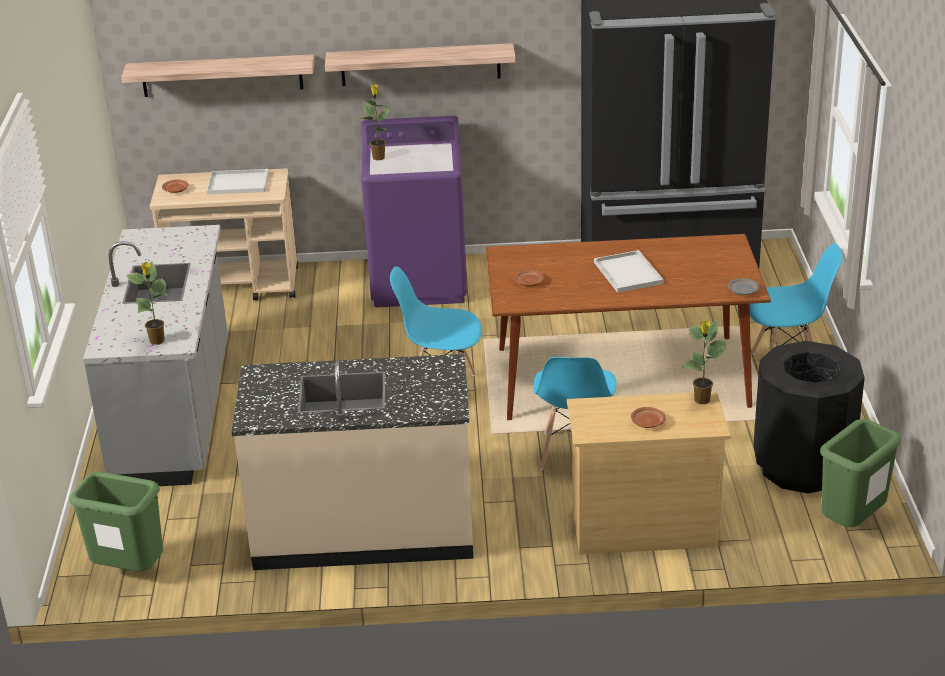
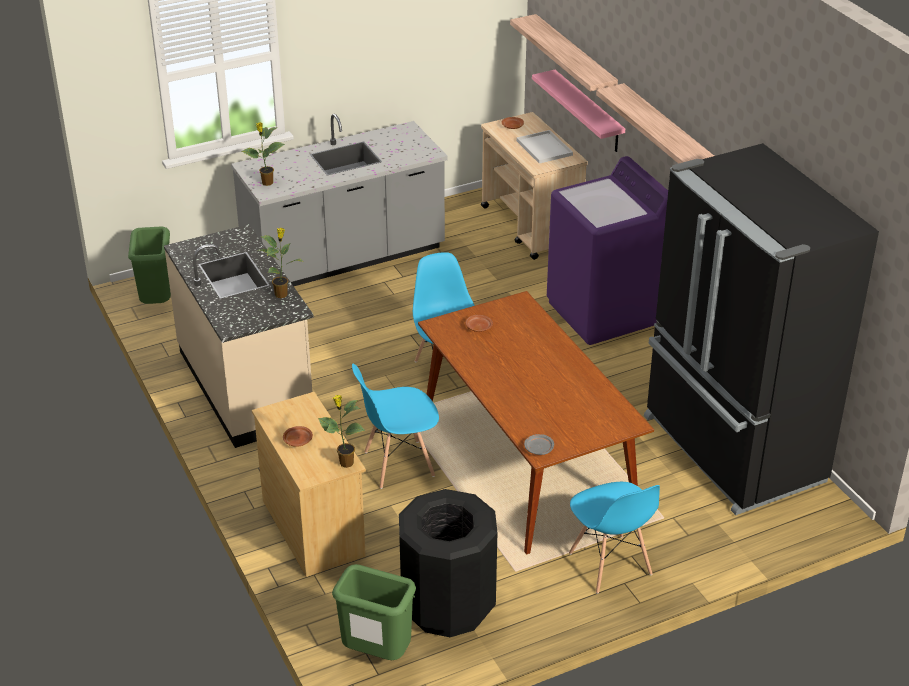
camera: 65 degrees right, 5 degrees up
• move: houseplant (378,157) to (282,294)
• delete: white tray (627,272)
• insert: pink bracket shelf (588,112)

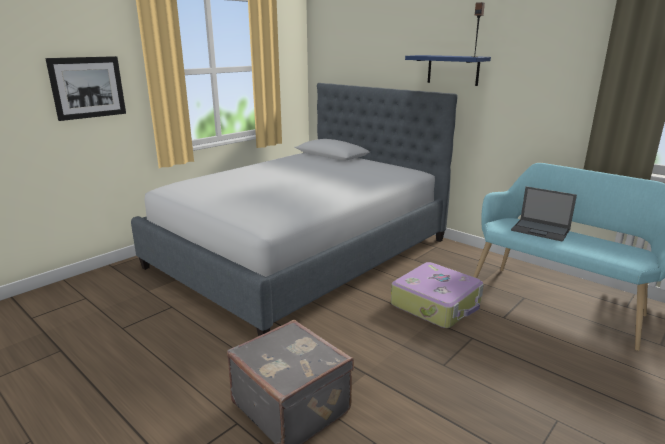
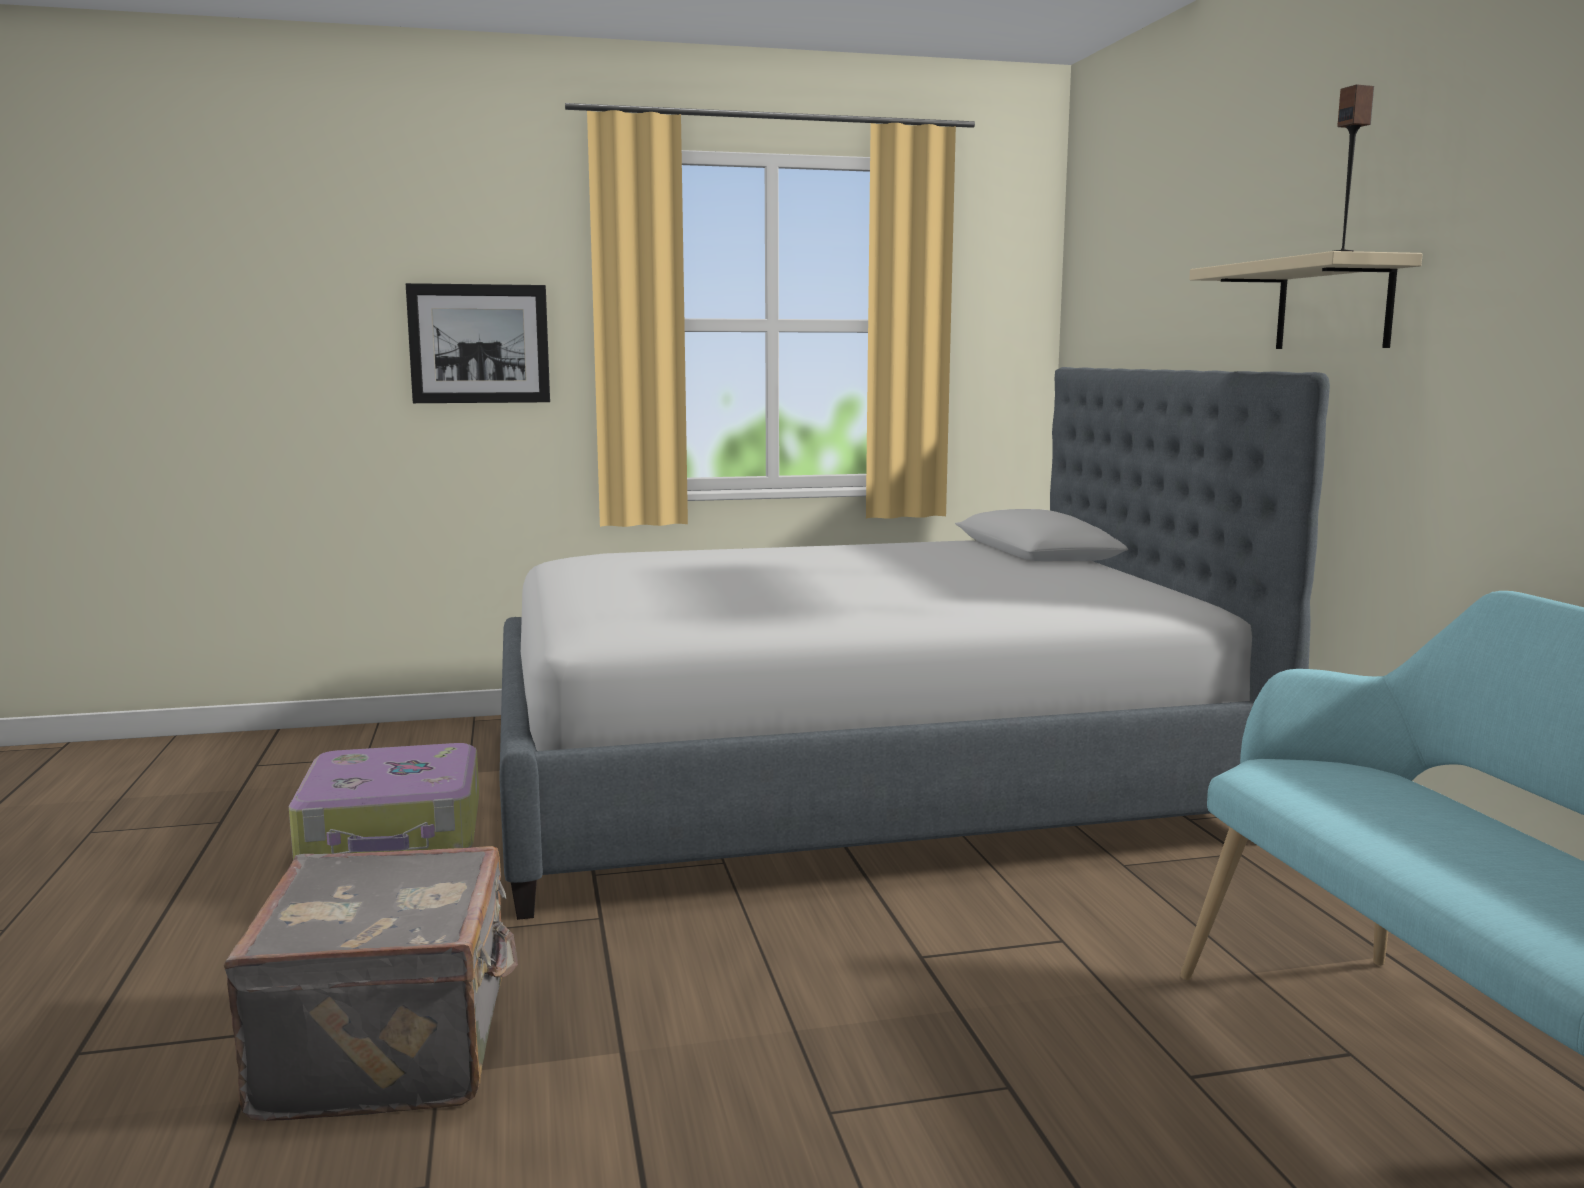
camera: 35 degrees right, 10 degrees down
• recolor: blue bracket shelf (453,70) to beige-coloured bracket shelf (1333,305)
• delete: notebook computer (541,230)
• move: travel case (436,304) to (394,831)

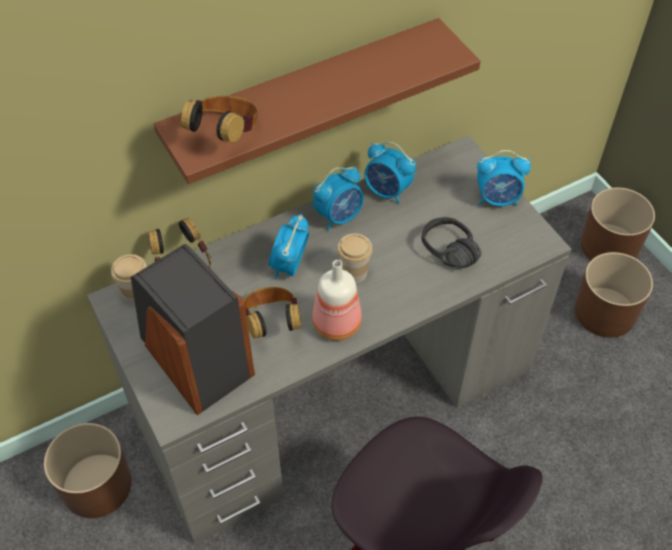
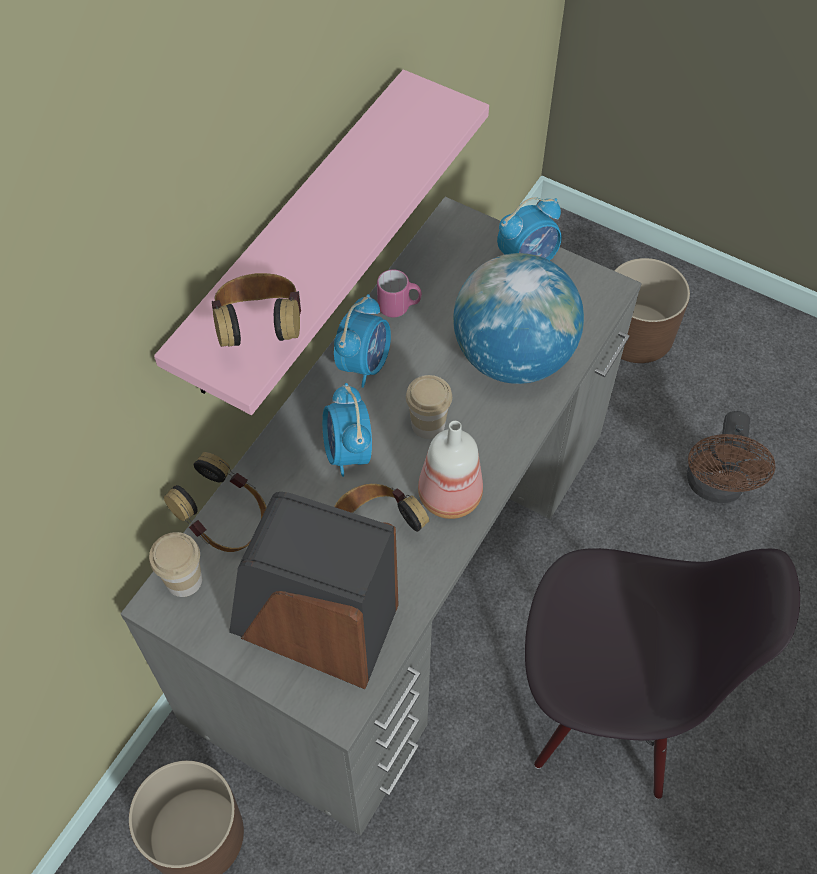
camera: 30 degrees left, 5 degrees up
• recolor: brown-coloured bracket shelf (304,99) to pink bracket shelf (293,239)
• replace: table clock (387,191) to pink mug (399,307)
• delete: brown-coloured planter (609,246)
• replace: black pair of headphones (443,256) to globe (513,356)
• insert: brown-coloured electric fan (715,487)

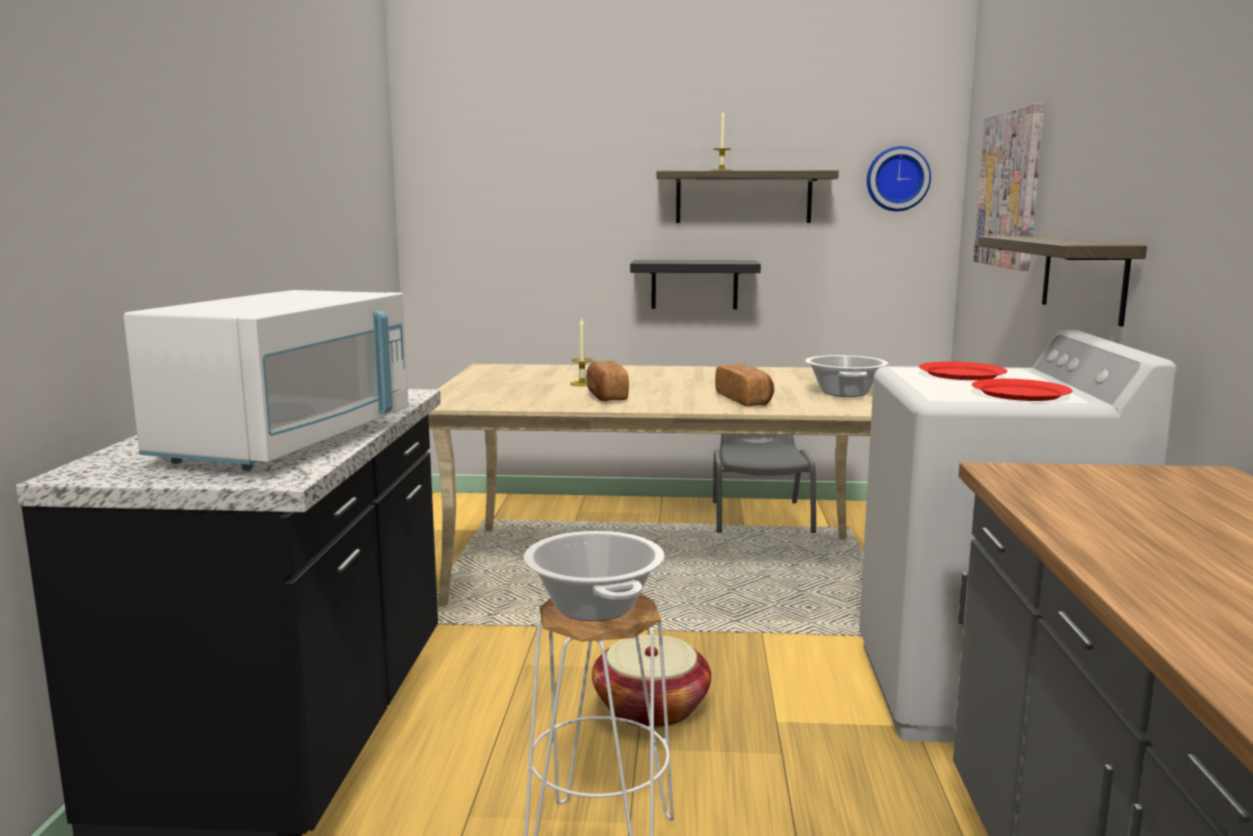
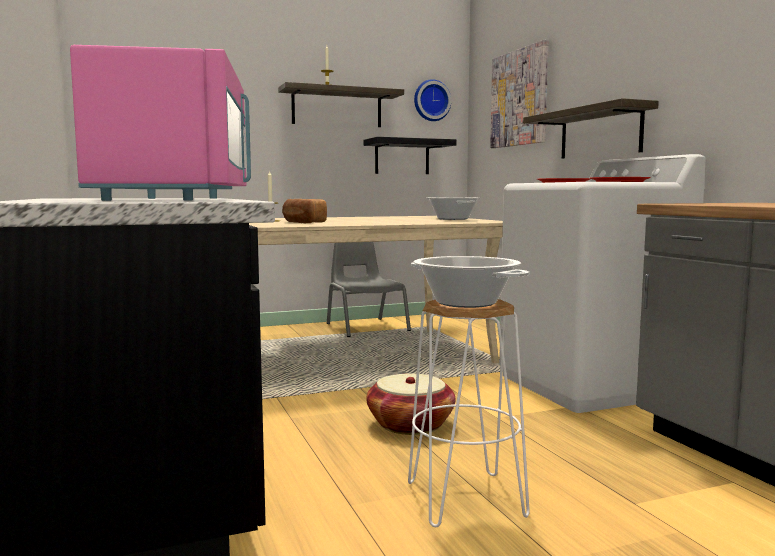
camera: 25 degrees left, 5 degrees down
• move: black bracket shelf (694,284) to (402,157)
• recolor: white microwave (290,442) to pink microwave (179,199)
• delete: bakery bread (745,400)

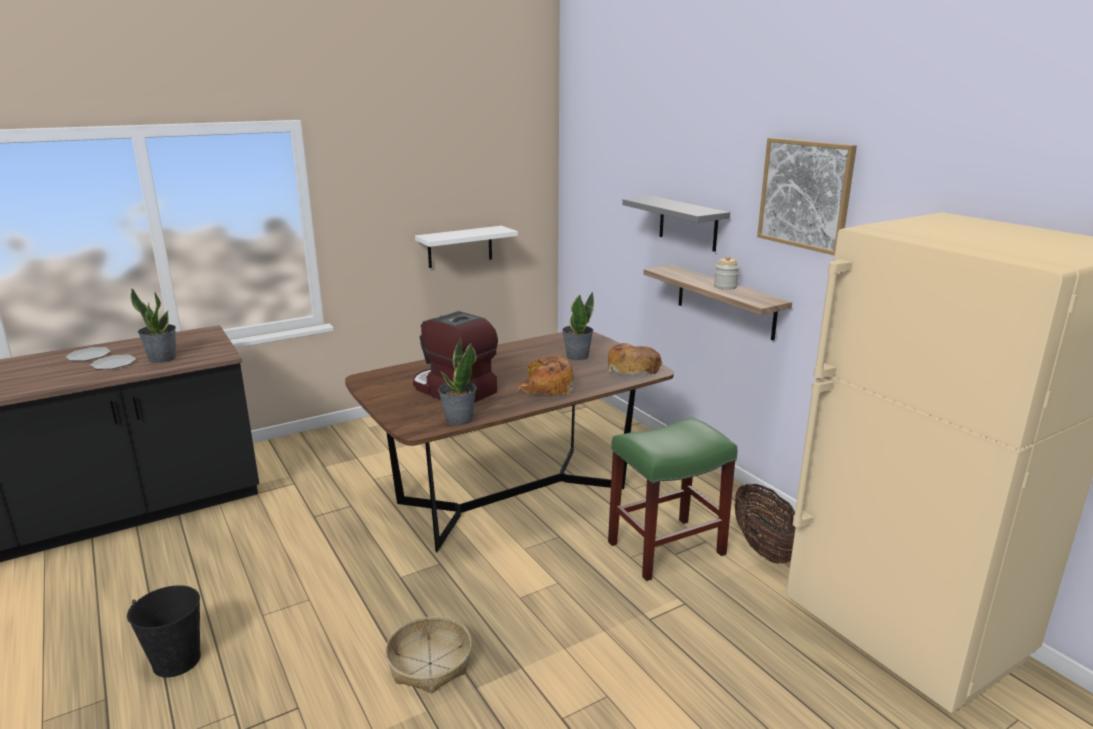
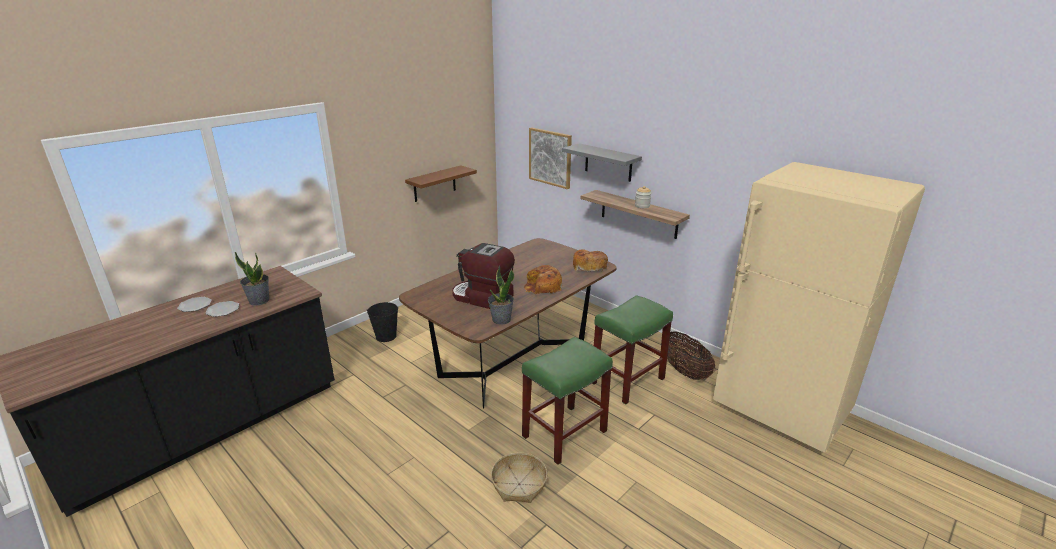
camera: 15 degrees left, 5 degrees up
• move: picture (805,194) to (550,157)
• recolor: white bracket shelf (460,246) to brown-coloured bracket shelf (434,184)
• delete: houseplant (577,356)
• move: black bucket (176,660) to (386,336)
• insert: green sitting stool (564,434)

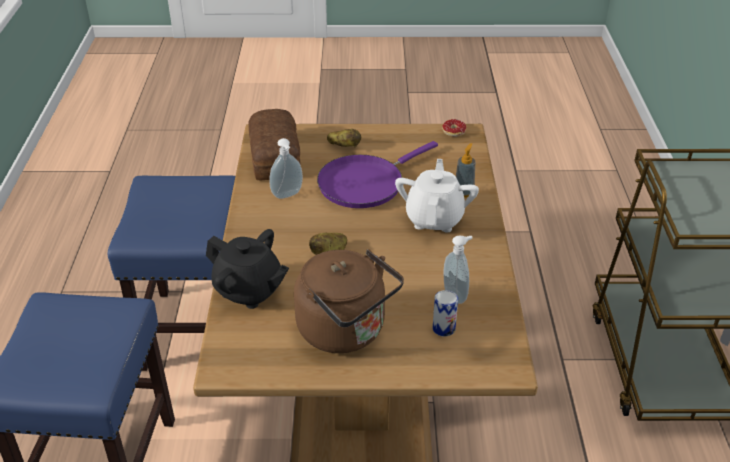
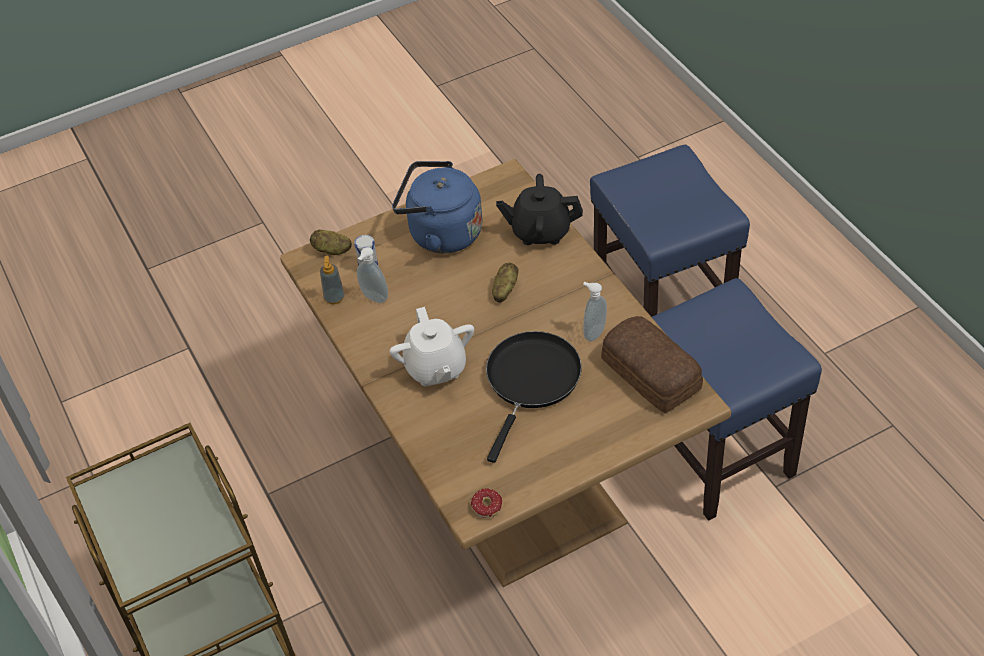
camera: 155 degrees right, 10 degrees up
• move: spud (344,146) to (332,250)
• recolor: purplish skillet (365,183) to black skillet (531,381)
• move: soap dispenser (463,192) to (334,298)
• recolor: brown-coloured water kettle (346,331) to blue water kettle (440,233)

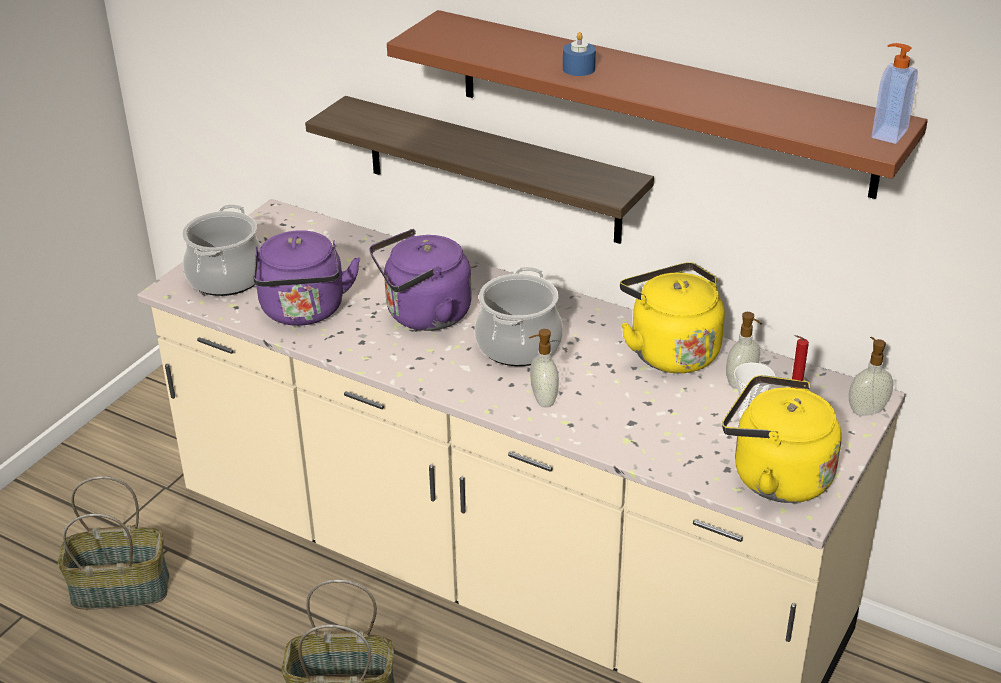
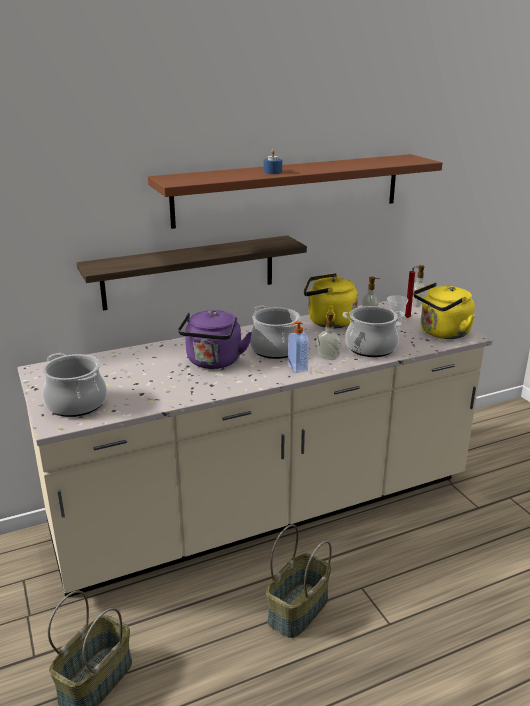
camera: 55 degrees left, 10 degrees down
• move: soap dispenser (888,134) to (297,368)
• delete: purplish water kettle (304,312)
• insert: stockpot (371,348)

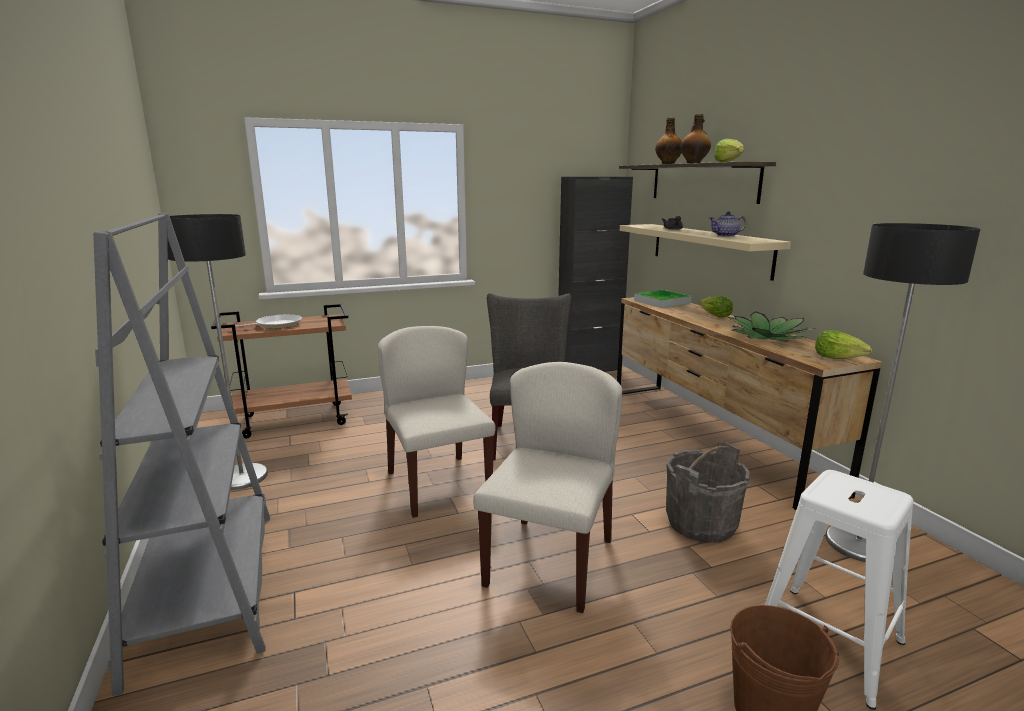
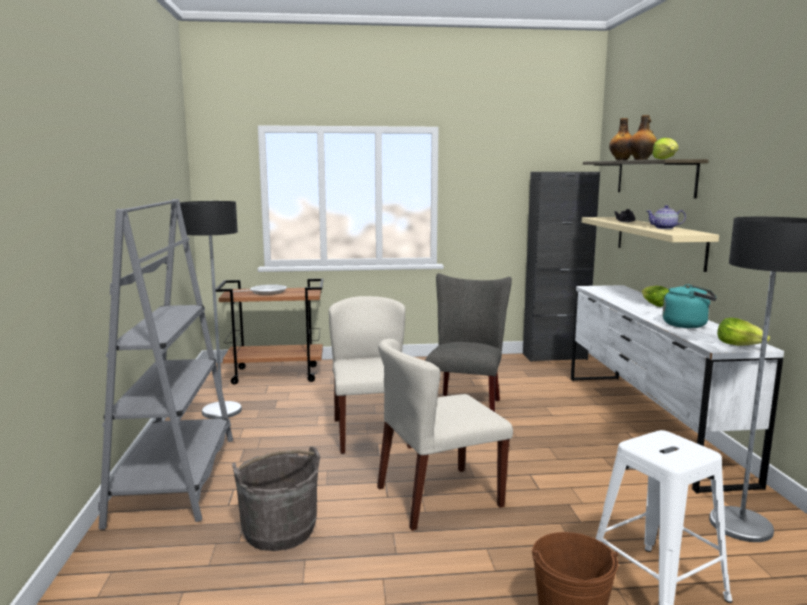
camera: 15 degrees right, 5 degrees down
• delete: tray (662,302)
• recolor: brown-coloured dresser (711,435) to white dresser (647,423)
• replace: houseplant (768,337) to turquoise water kettle (687,325)
• rotate: beige-coloured plain chair (549,561) = (438,497) 150 degrees counterclockwise
• move: gray bucket (701,524) to (279,531)

